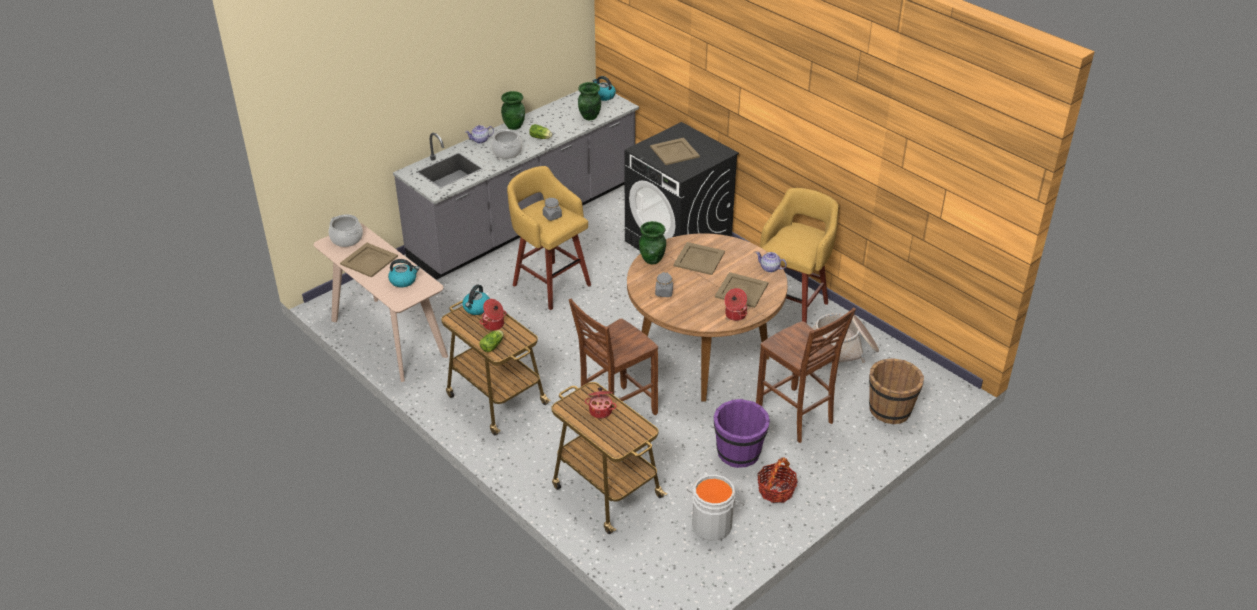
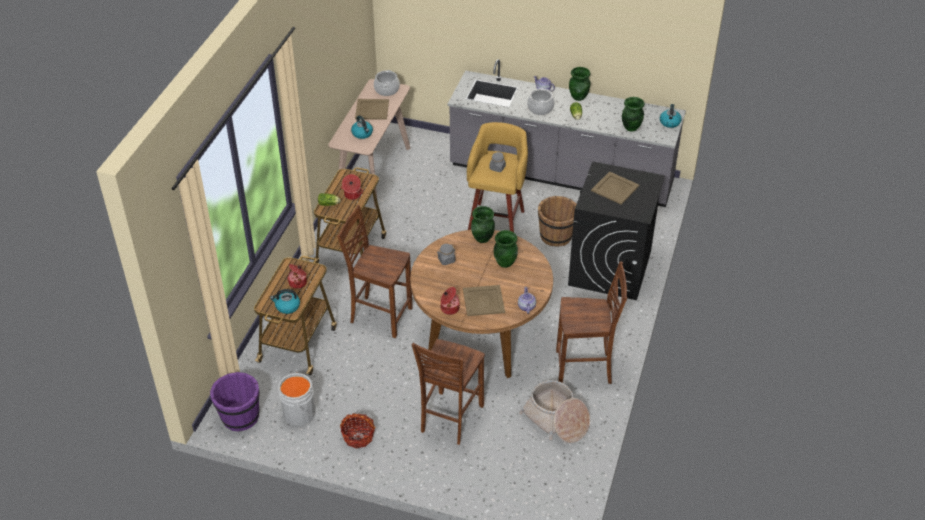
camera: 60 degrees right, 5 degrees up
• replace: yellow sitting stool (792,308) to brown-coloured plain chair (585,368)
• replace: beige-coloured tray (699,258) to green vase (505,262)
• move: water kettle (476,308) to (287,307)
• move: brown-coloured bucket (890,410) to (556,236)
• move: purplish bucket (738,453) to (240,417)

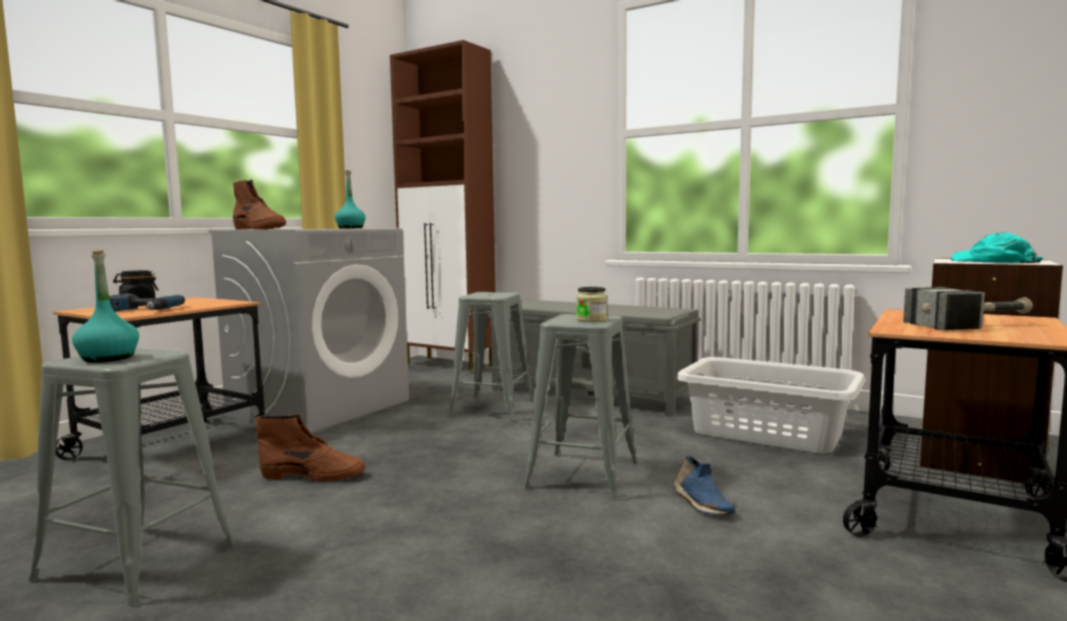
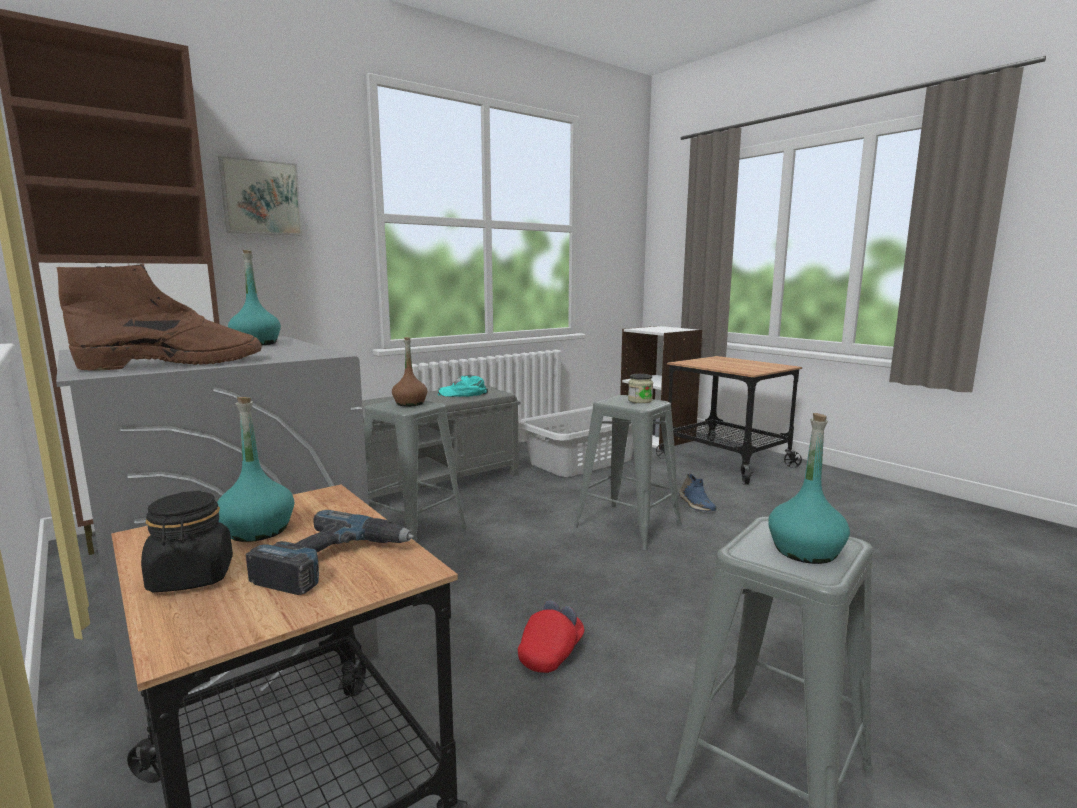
camera: 70 degrees left, 5 degrees up
• move: turquoise baseball cap (992,261) to (463,393)
• delete: tool hammer (973,325)
• replace: brown-coloured tall boot (314,475) to red-coloured baseball cap (551,652)
• rotate: blue shoe (701,504) = (695,505) 75 degrees clockwise
• insert: picture (261,198)
• insert: brown-coloured beverage bottle (410,403)
• insert: turquoise beverage bottle (258,530)

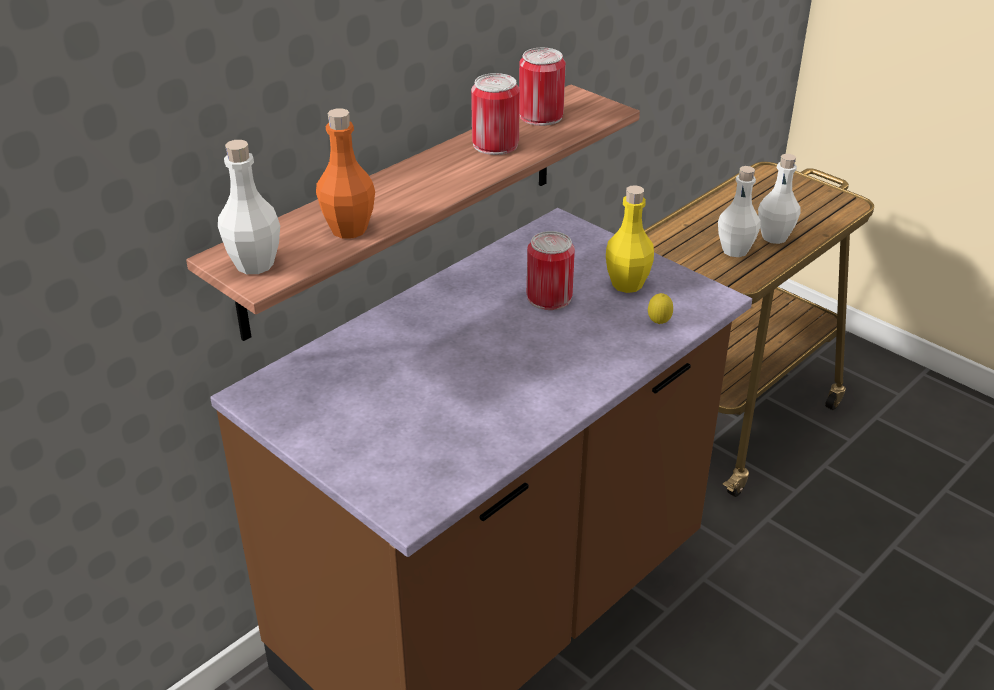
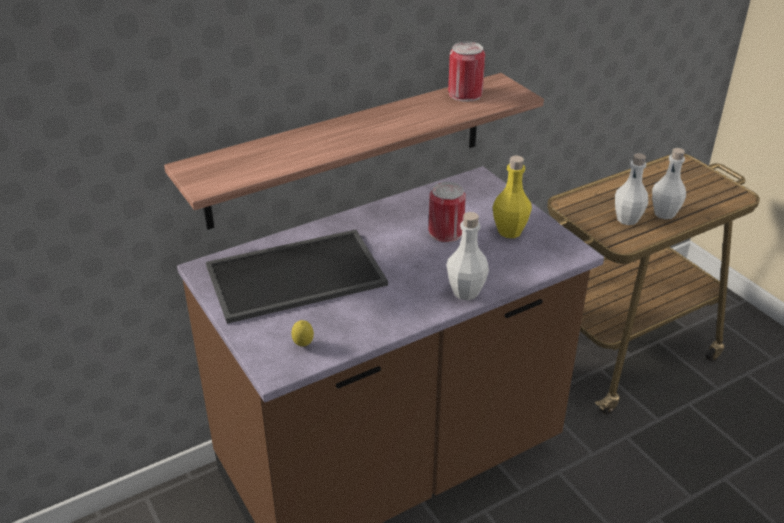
camera: 15 degrees right, 0 degrees up
• delete: metal can (495,144)
• delete: orange beverage bottle (349,229)
• move: white beverage bottle (254,264) to (465,292)
• move: lemon (658,323) to (303,345)
• insert: tray (296,273)

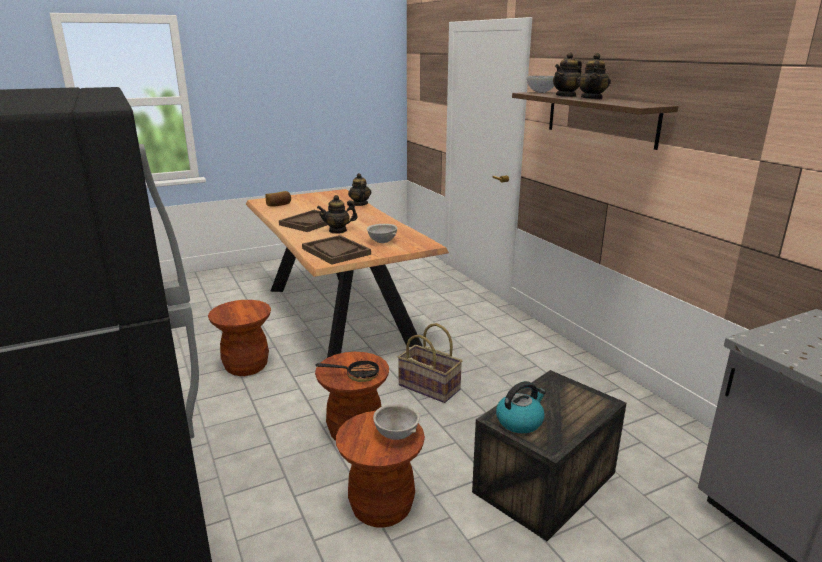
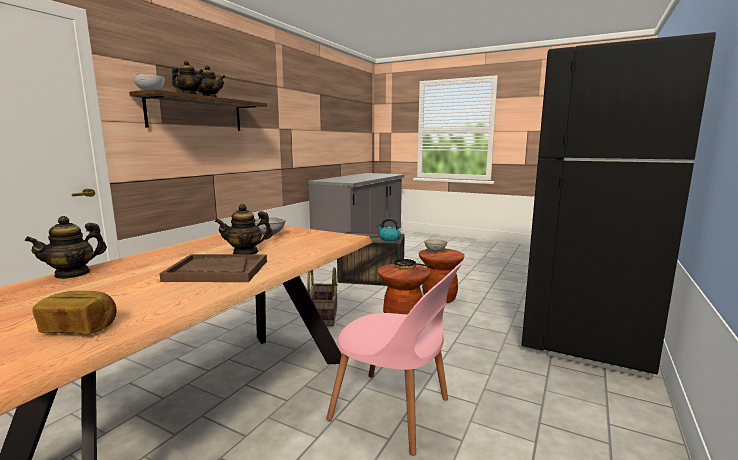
camera: 125 degrees left, 10 degrees down
• rotate: teapot (338,230) = (246,253) 120 degrees clockwise
• delete: brown-coloured tray (336,251)
• replace: brown-coloured sitting stool (246,366) to pink plain chair (394,411)

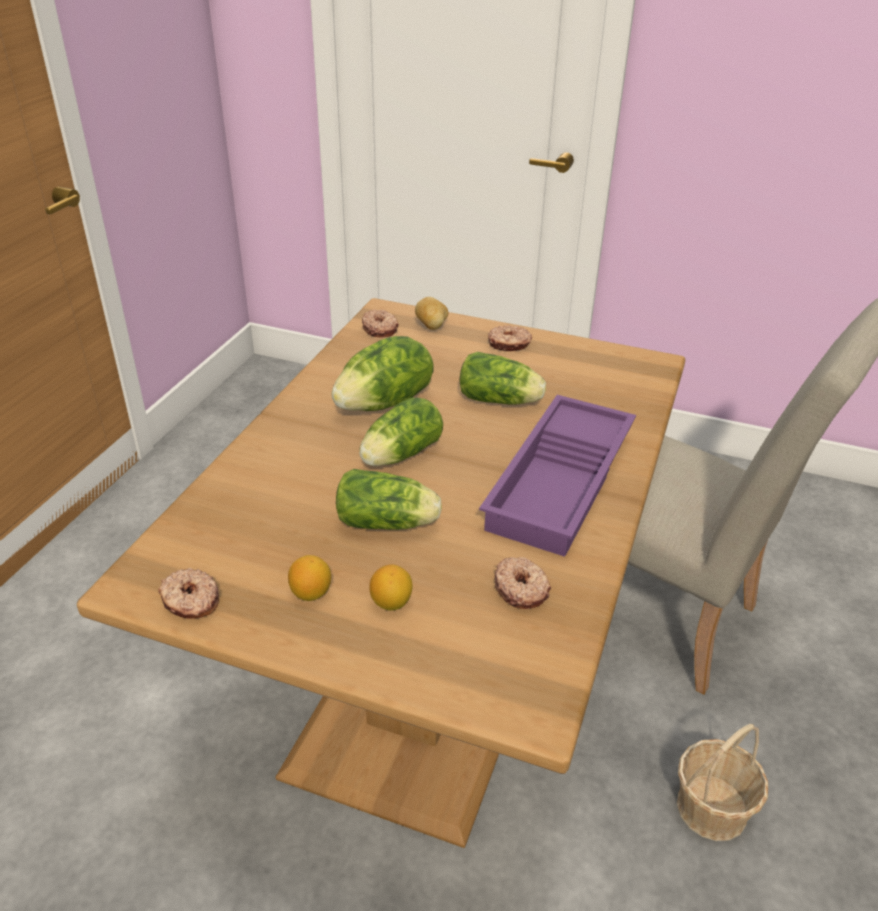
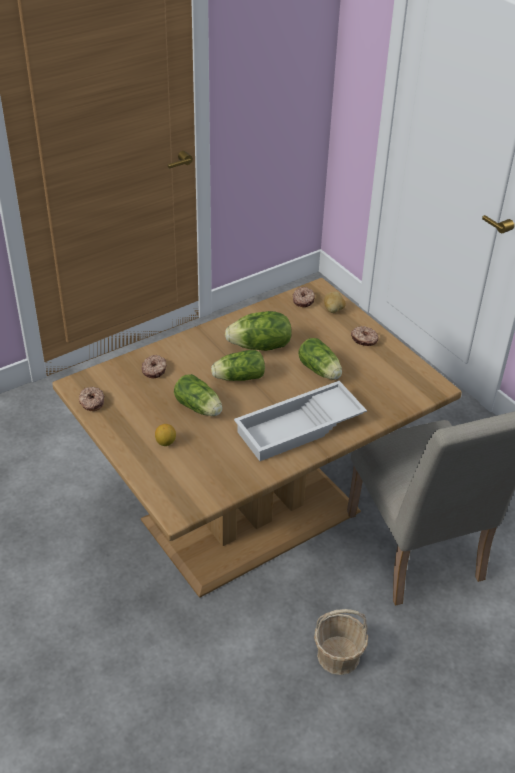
camera: 35 degrees right, 5 degrees up
• recolor: purplish tray (562,483) to white tray (299,428)
• delete: lemon (311,593)
• move: donut (521,589) to (154,370)

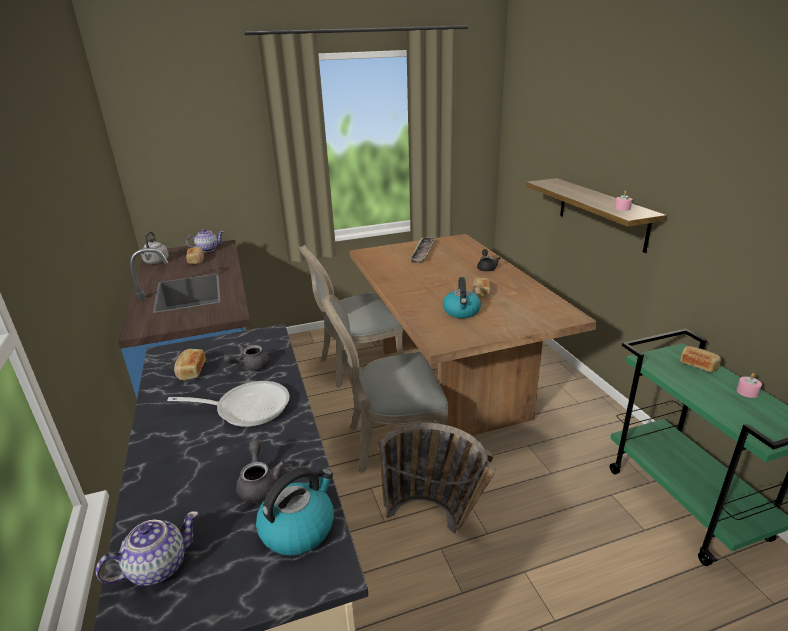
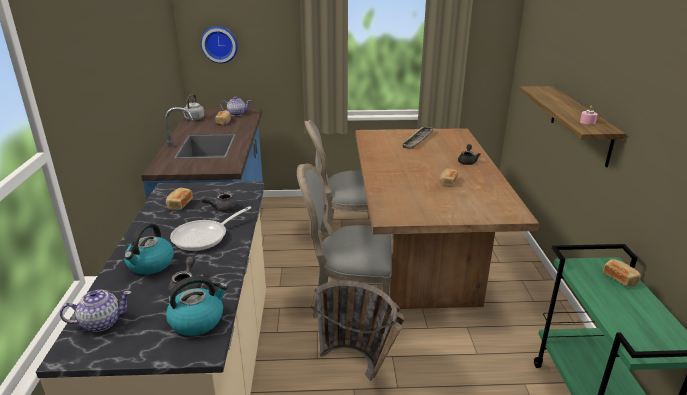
camera: 15 degrees right, 0 degrees up
• move: water kettle (461,312) to (150,264)
• delete: pink candle (747,392)
• rotate: skillet (247,408) = (204,237) 120 degrees clockwise
• insert: wall clock (219,44)

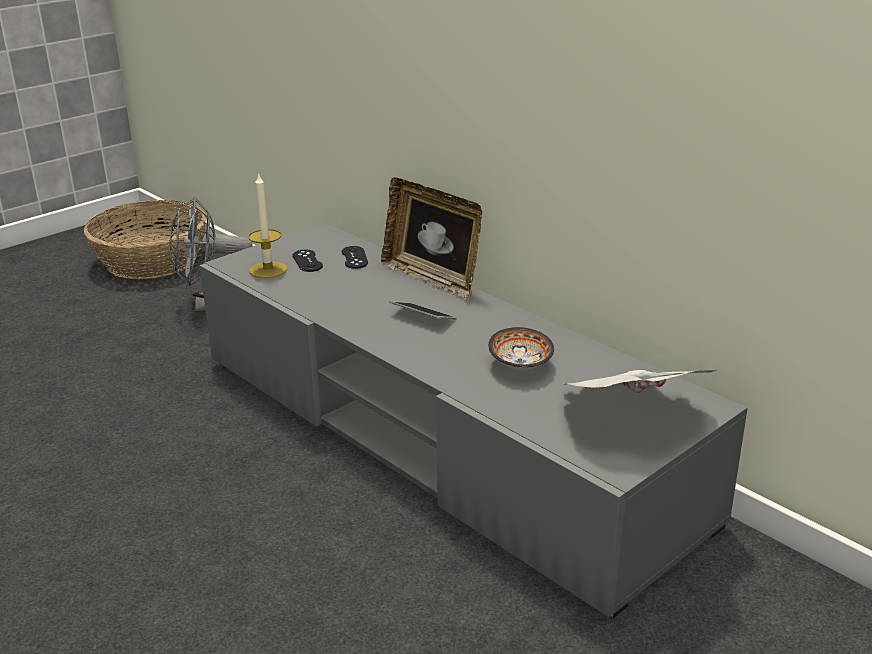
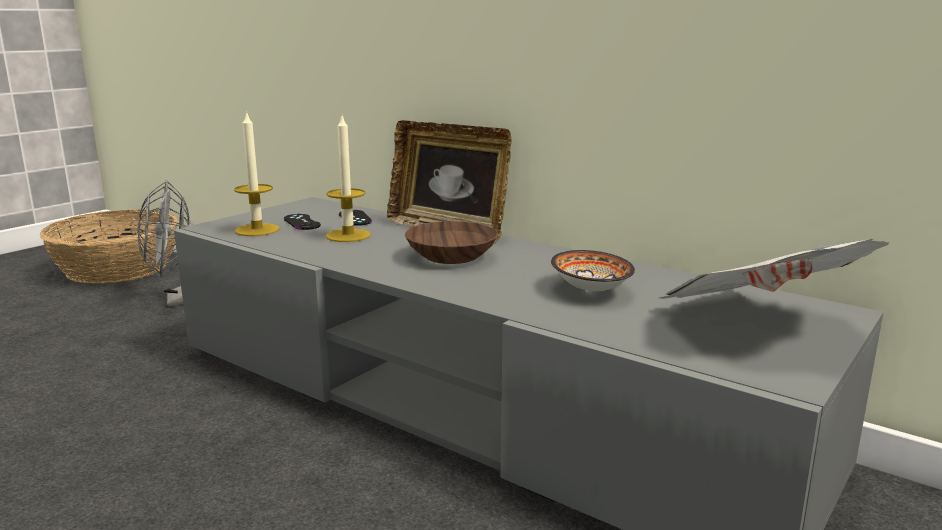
camera: 10 degrees left, 10 degrees down
• replace: phone (423,317) to brown-coloured bowl (452,257)
• insert: candle (348,235)

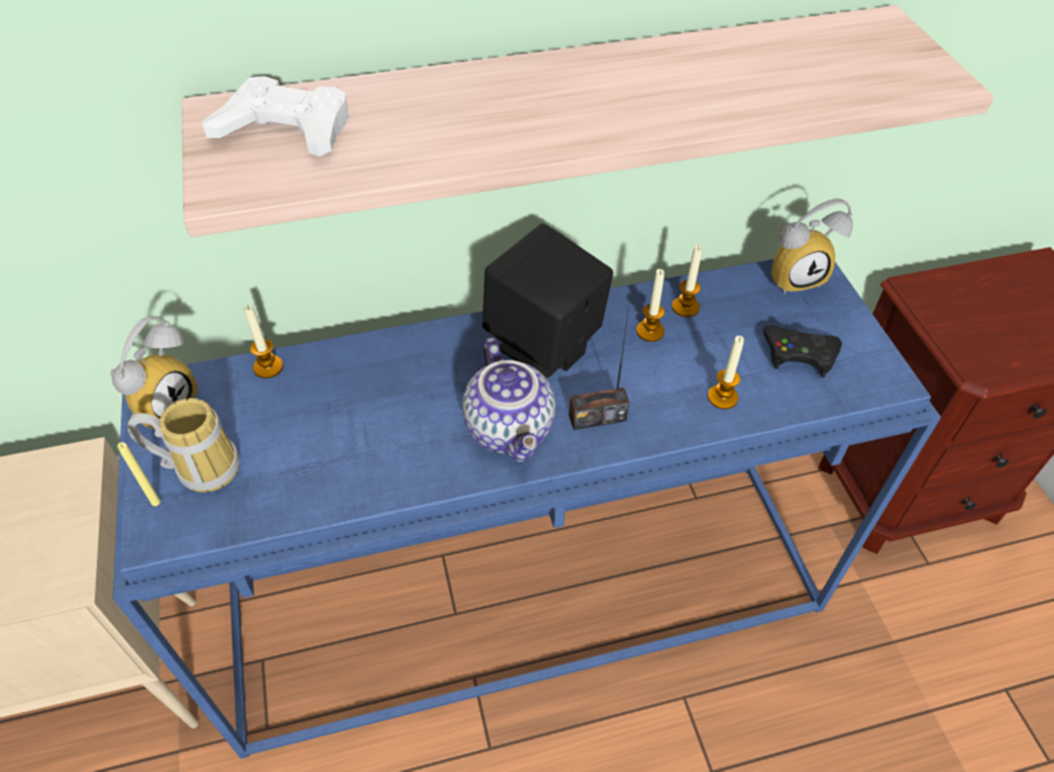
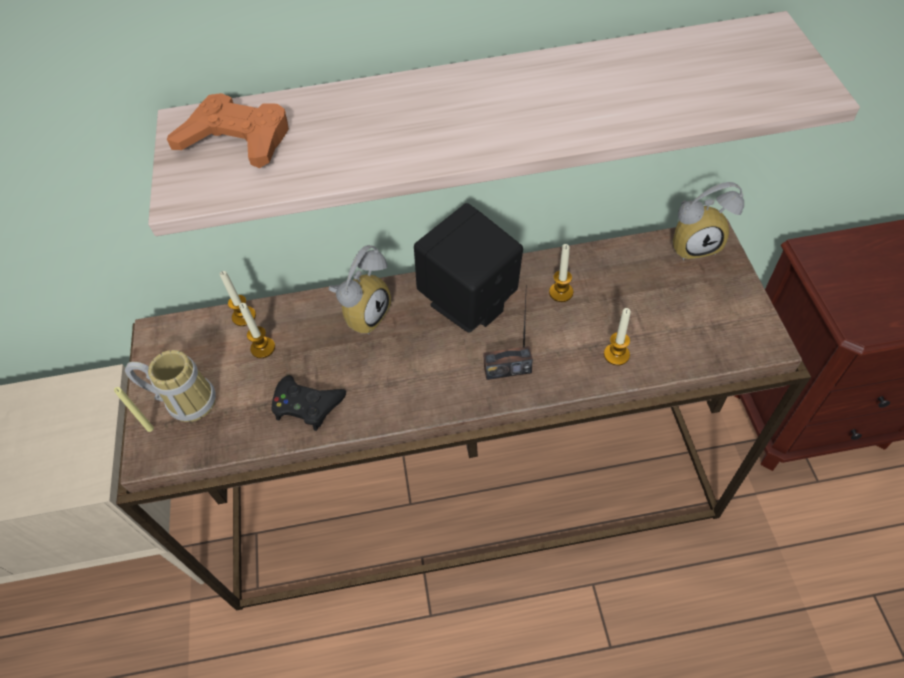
camera: 10 degrees right, 5 degrees up
• recolor: white joypad (285,129) to orange joypad (237,139)
• move: candle (685,307) to (263,348)
• recolor: blue hall table (527,591) to brown-coloured hall table (470,488)
• move: table clock (164,404) to (364,312)
• move: black joypad (799,354) to (307,405)
• delete: teapot (512,429)

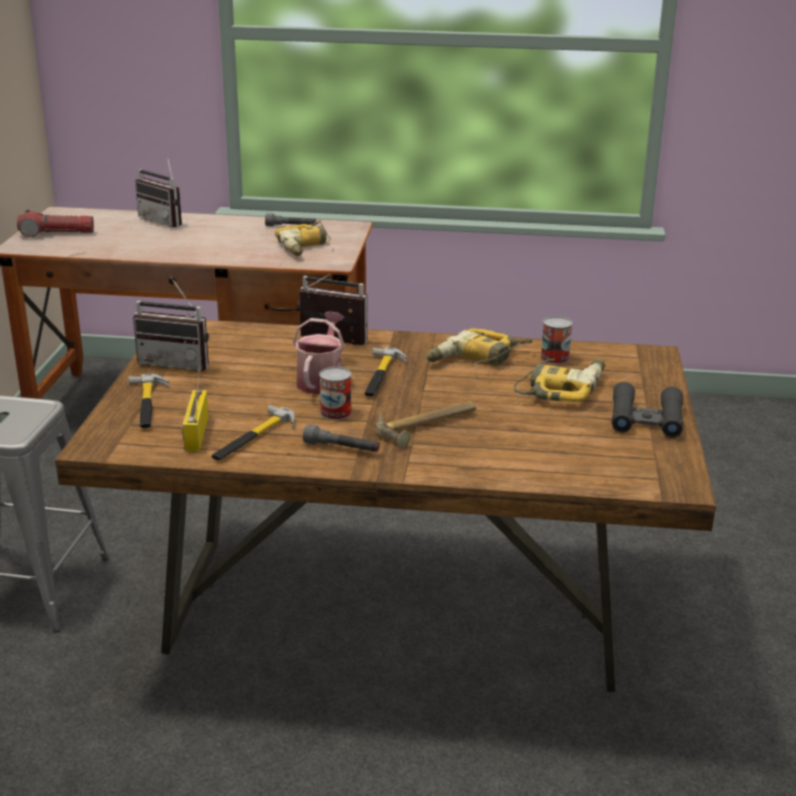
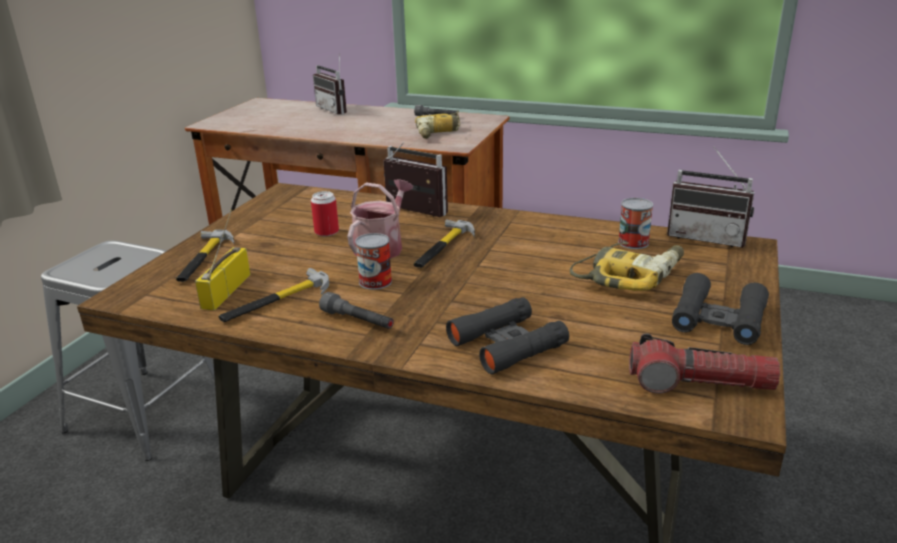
camera: 15 degrees right, 0 degrees up
• move: flashlight (57,234) to (699,384)
• move: radio (177,362) to (708,237)
• delete: power drill (477,359)
• delete: tool hammer (428,426)
• insert: metal can (326,232)
• insert: black field glasses (507,344)

